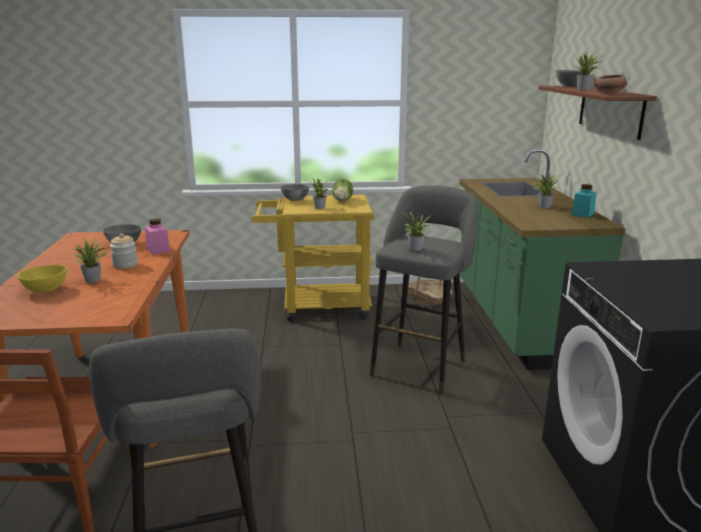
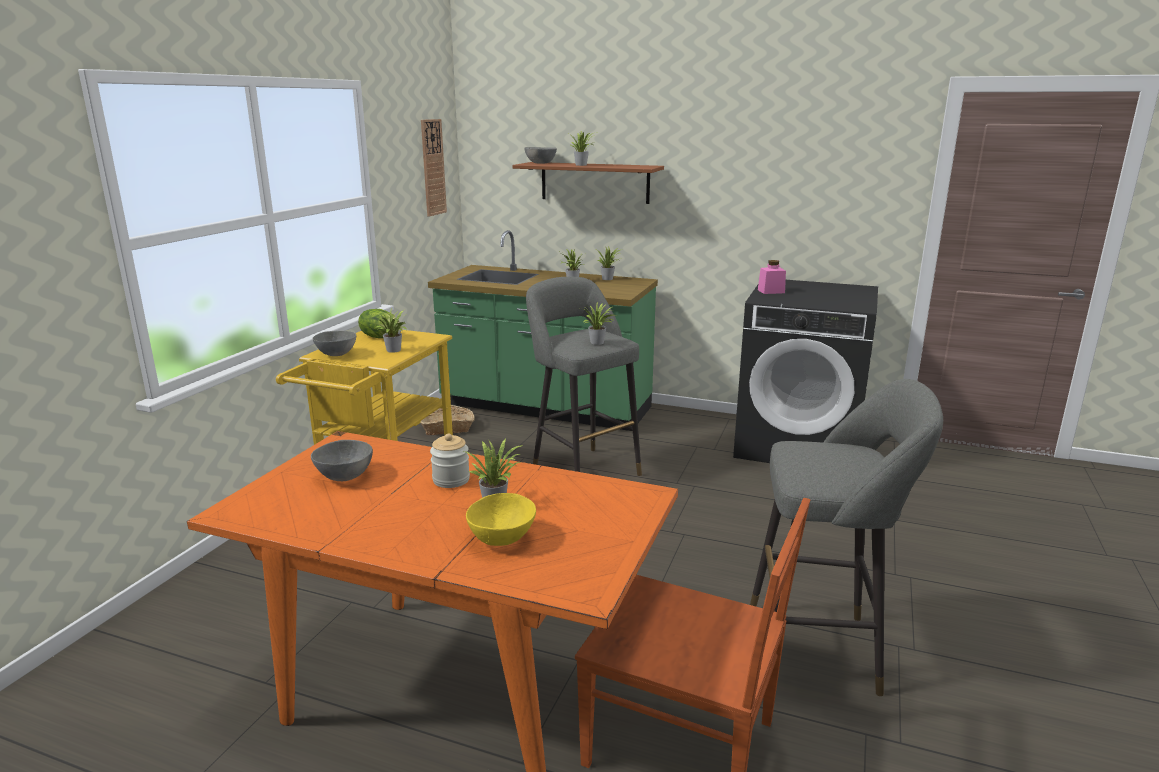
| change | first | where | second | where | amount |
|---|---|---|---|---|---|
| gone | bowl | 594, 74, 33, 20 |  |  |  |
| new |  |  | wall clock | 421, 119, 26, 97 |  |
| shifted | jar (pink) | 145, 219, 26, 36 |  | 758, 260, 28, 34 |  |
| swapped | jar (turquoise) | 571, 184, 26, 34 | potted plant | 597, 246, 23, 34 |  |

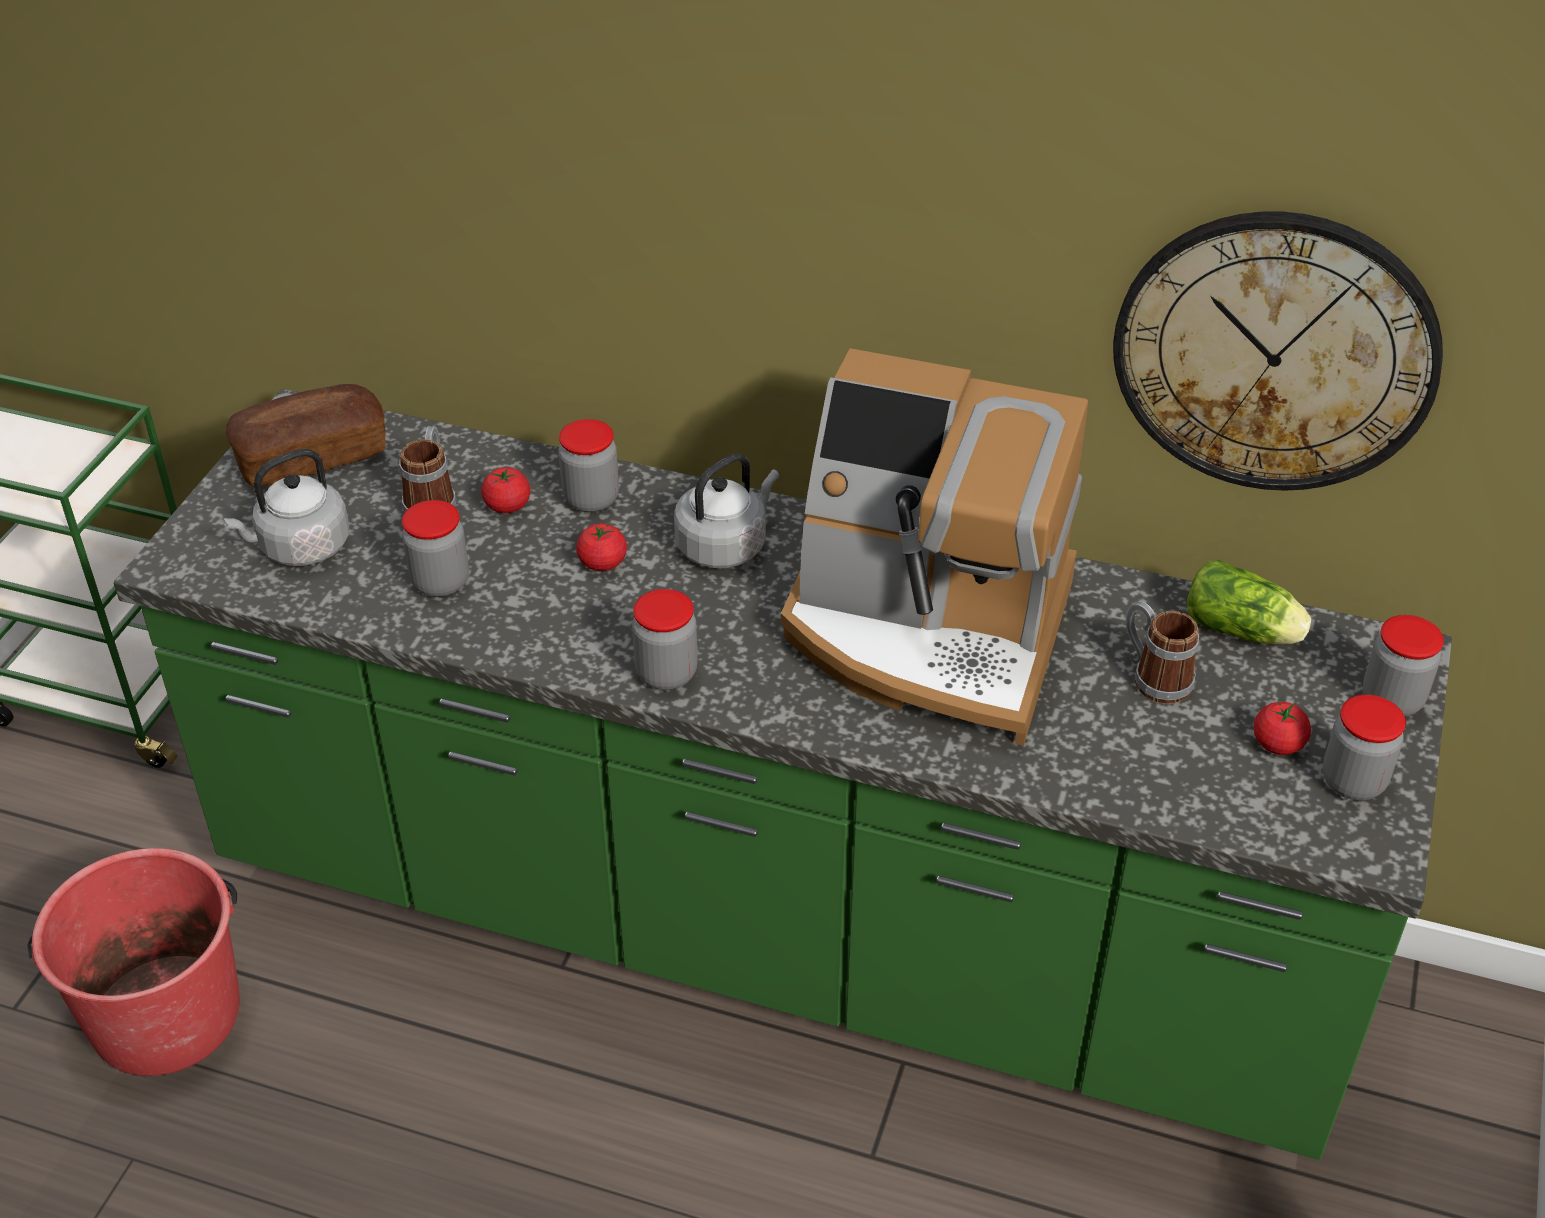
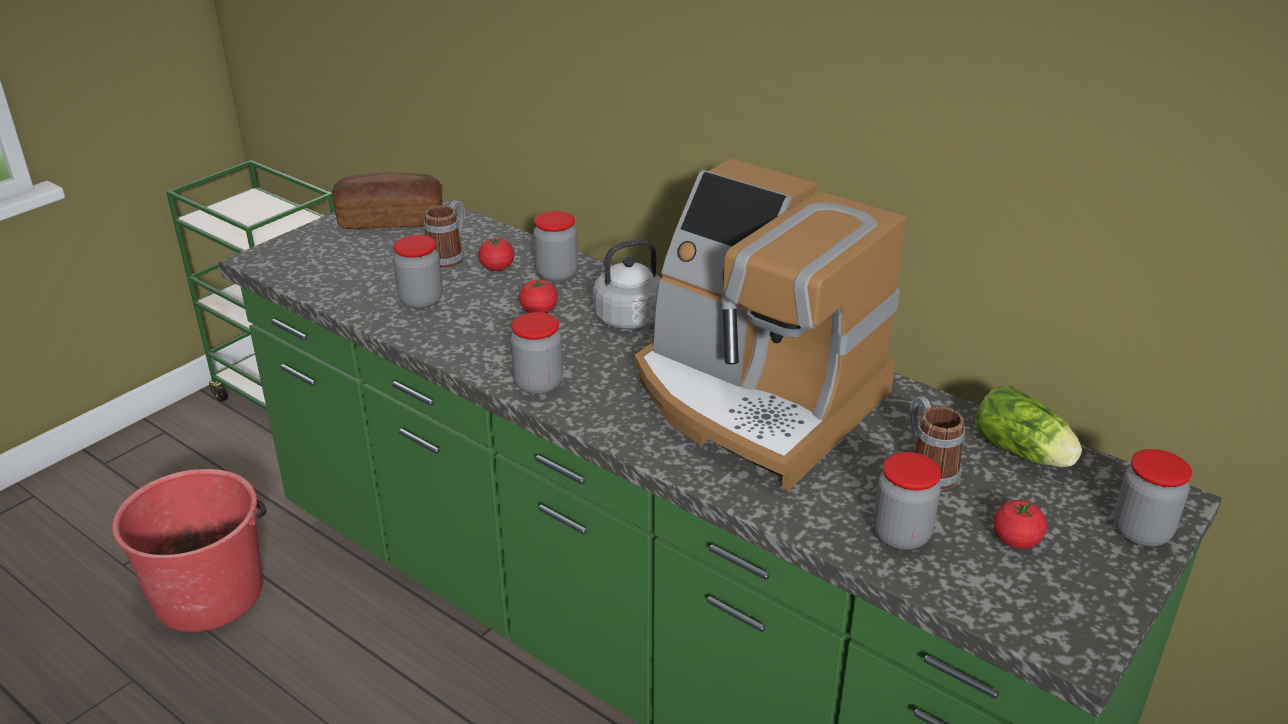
| change | first | where | second | where | amount |
|---|---|---|---|---|---|
| gone | kettle (grey) | 222, 449, 127, 117 |  |  |  |
| gone | wall clock | 1113, 212, 330, 279 |  |  |  |
| shifted | jar | 1323, 694, 83, 106 |  | 873, 452, 68, 98 |  |

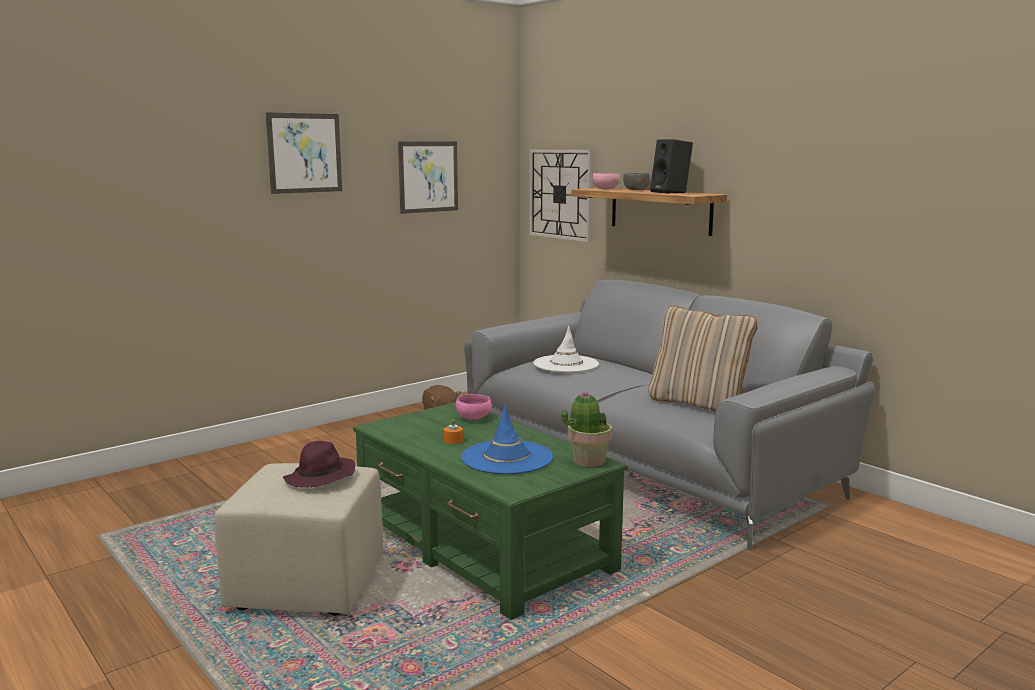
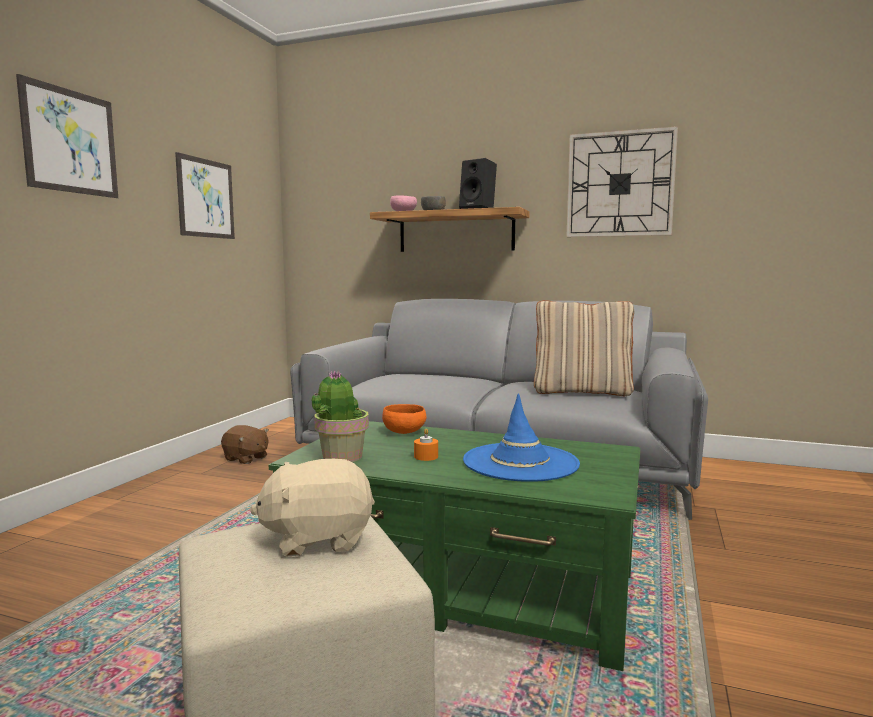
| change | first | where | second | where | amount |
|---|---|---|---|---|---|
| gone | hat (white) | 533, 326, 66, 46 |  |  |  |
| shifted | wall clock | 529, 149, 64, 93 |  | 567, 126, 111, 111 |  |
| shifted | potted plant | 561, 391, 51, 76 |  | 312, 370, 57, 92 |  |
| swapped | hat (purple) | 283, 441, 72, 47 | plush toy (beige) | 250, 459, 125, 98 |  |
| repainted | bowl (pink) | 456, 394, 36, 26 | bowl (orange) | 382, 404, 45, 30 |  |

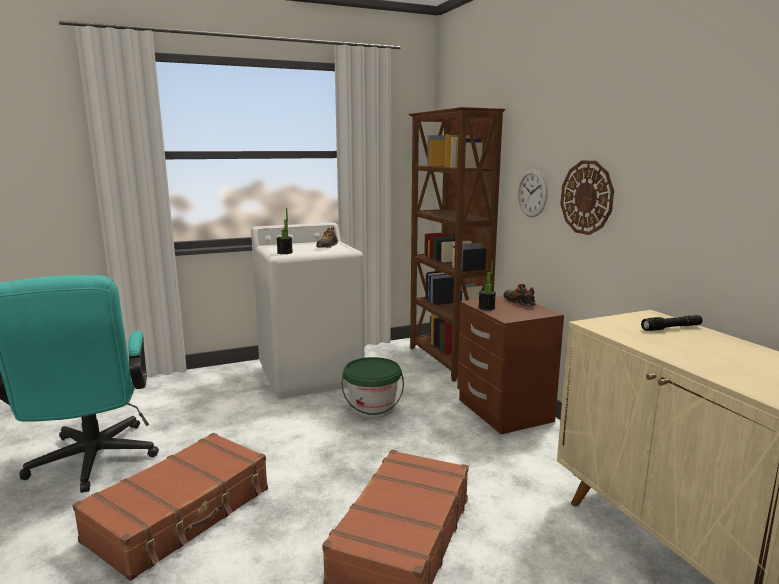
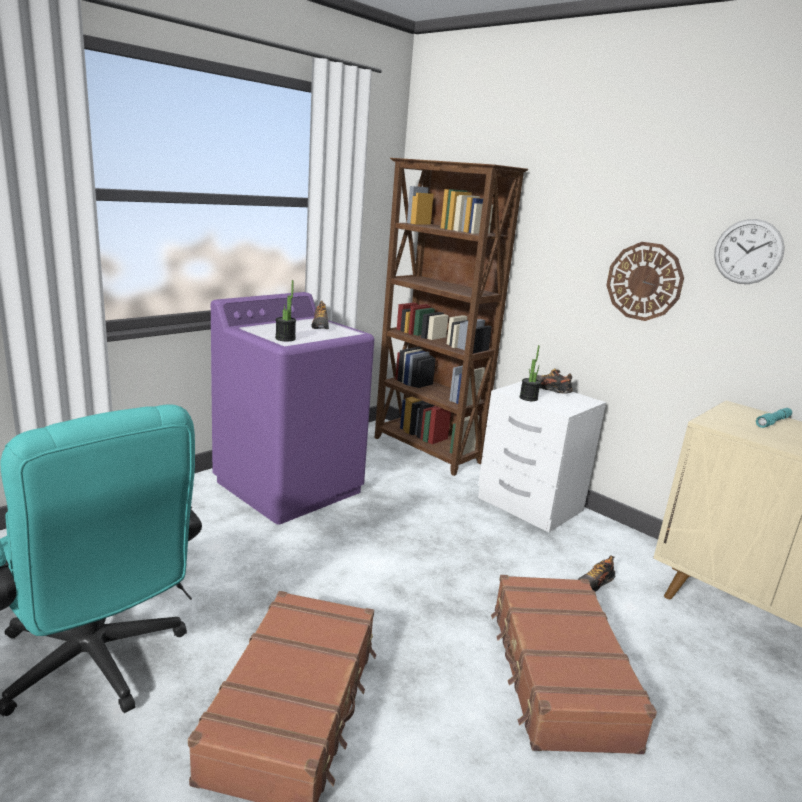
| change | first | where | second | where | amount |
|---|---|---|---|---|---|
| gone | bucket (green) | 342, 357, 62, 61 |  |  |  |
| new |  |  | shoe | 578, 556, 37, 36 |  |
| shifted | wall clock | 518, 169, 30, 48 |  | 714, 219, 71, 65 |  |
| repainted | washing machine (white) | 251, 222, 113, 177 | washing machine (purple) | 211, 292, 163, 233 |  |
| repainted | nightstand (brown) | 457, 296, 107, 138 | nightstand (white) | 478, 381, 128, 151 |  |
| repainted | flashlight (black) | 641, 315, 62, 16 | flashlight (turquoise) | 756, 408, 36, 20 |  |

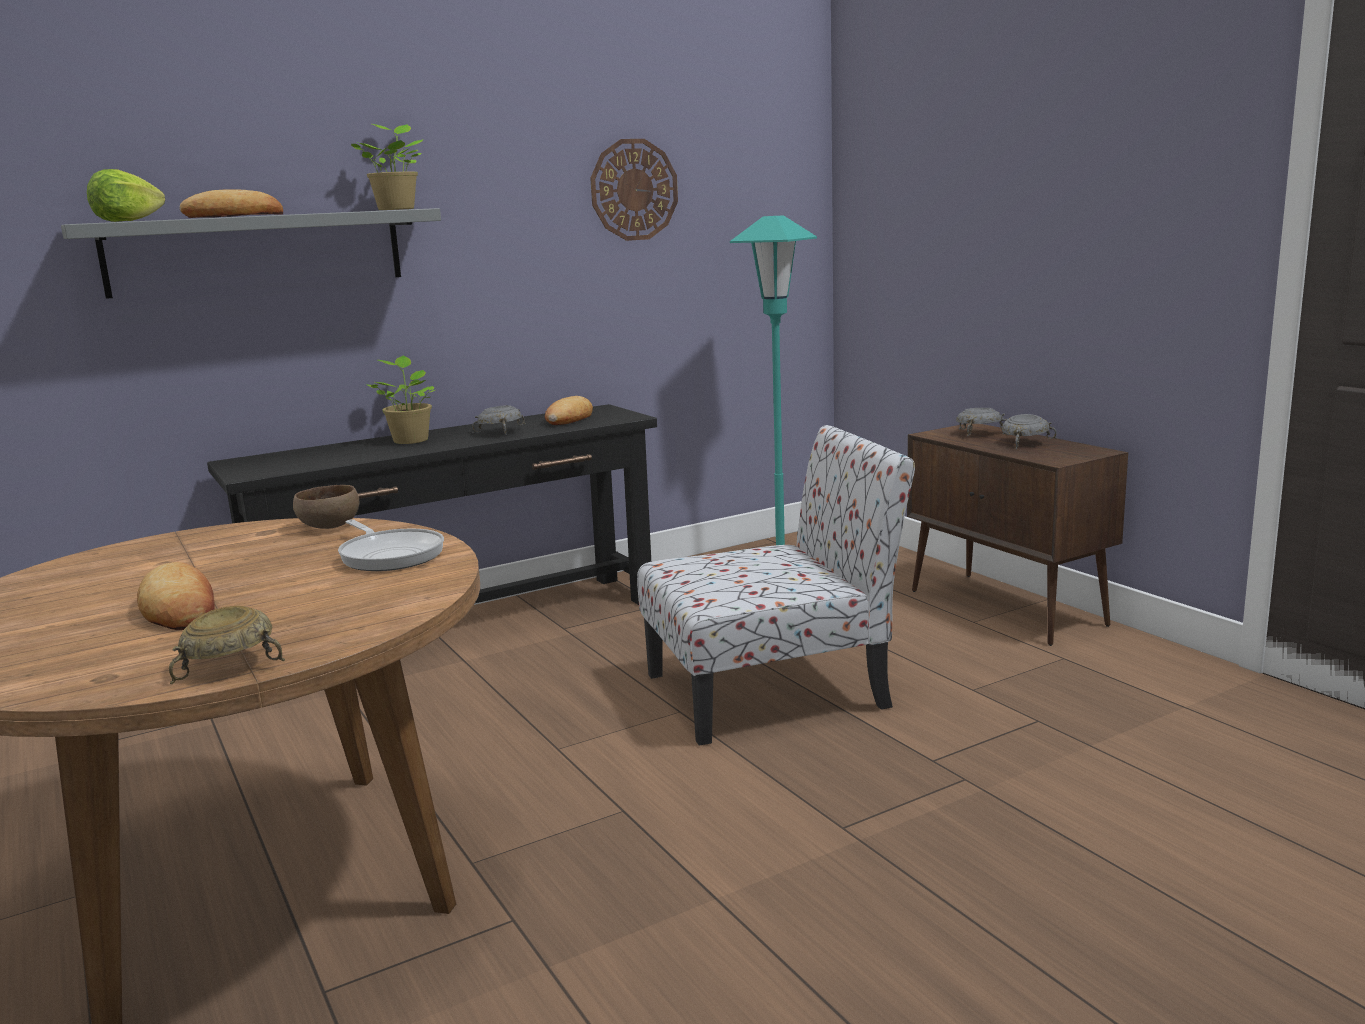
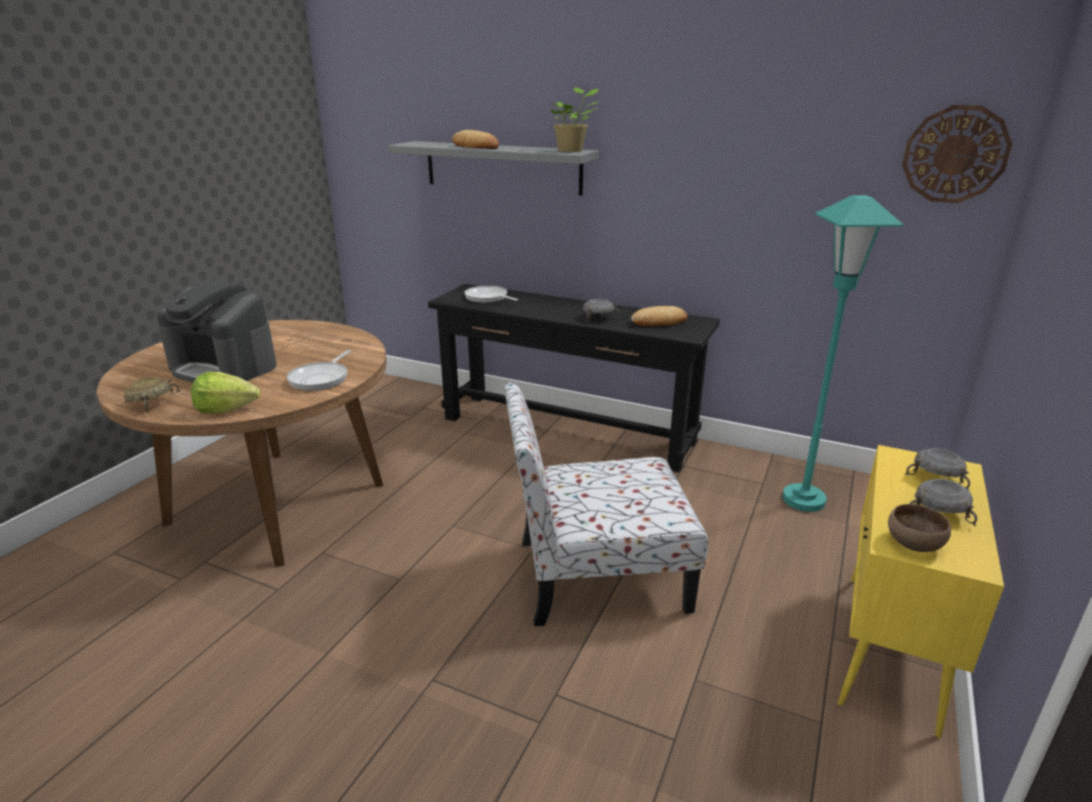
| change | first | where | second | where | amount |
|---|---|---|---|---|---|
| gone | potted plant | 366, 356, 69, 88 |  |  |  |
| new |  |  | frying pan | 464, 286, 54, 17 |  |
| shifted | lettuce | 87, 169, 78, 53 |  | 191, 372, 69, 41 |  |
| shifted | bowl (brown) | 293, 485, 66, 44 |  | 888, 504, 63, 48 |  |
| shifted | wall clock | 590, 139, 88, 102 |  | 902, 105, 110, 98 |  |
| swapped | bread | 137, 562, 78, 68 | coffee machine | 157, 280, 119, 102 |  |
| repainted | cabinet (brown) | 907, 424, 221, 222 | cabinet (yellow) | 837, 445, 167, 293 |  |
| rotated | chair | 637, 425, 278, 321 |  | 504, 382, 204, 244 | 135 degrees clockwise |

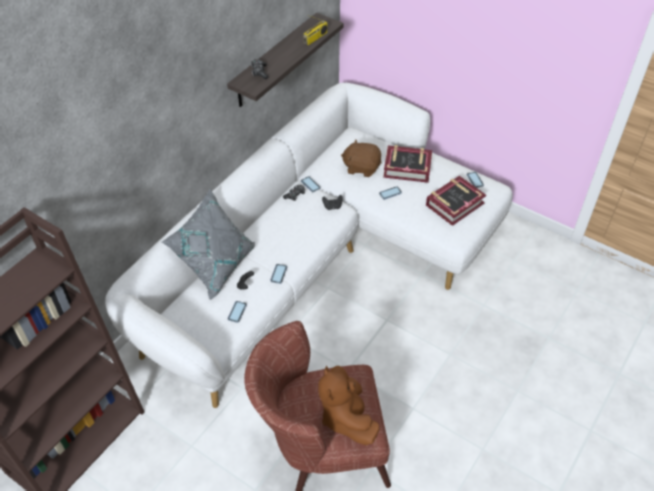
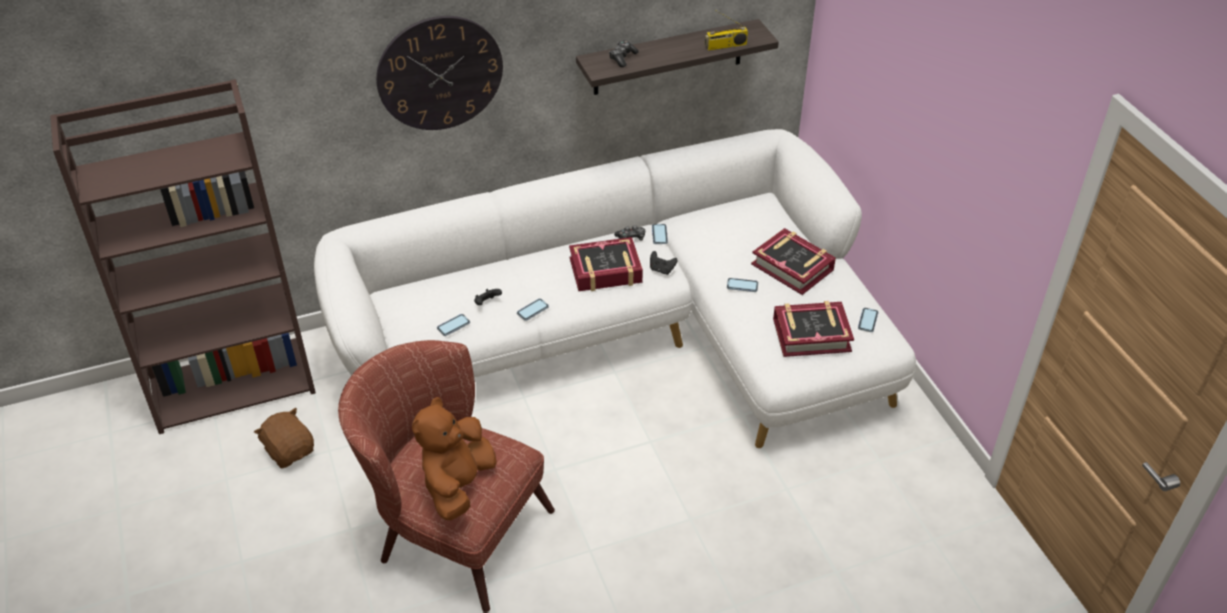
| change | first | where | second | where | amount |
|---|---|---|---|---|---|
| gone | pillow (grey) | 162, 188, 93, 112 |  |  |  |
| new |  |  | wall clock | 376, 16, 127, 114 |  |
| new |  |  | book | 569, 237, 74, 54 |  |
| shifted | plush toy (brown) | 341, 139, 41, 38 |  | 254, 408, 60, 60 |  |

